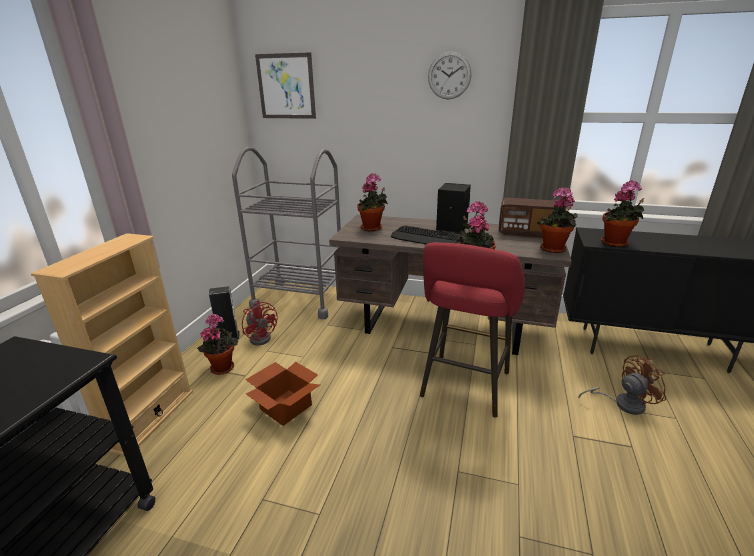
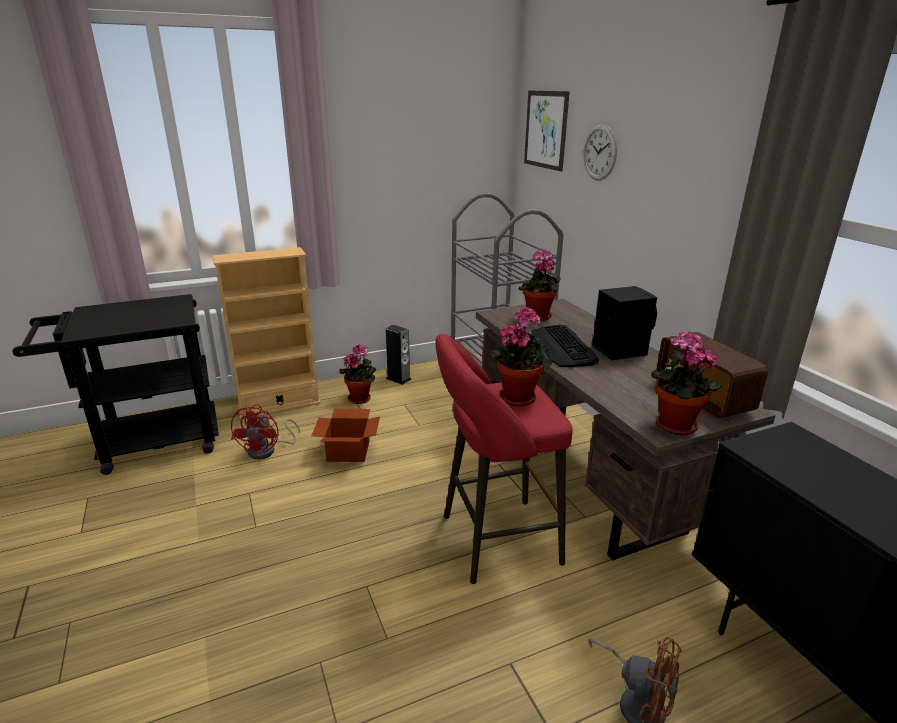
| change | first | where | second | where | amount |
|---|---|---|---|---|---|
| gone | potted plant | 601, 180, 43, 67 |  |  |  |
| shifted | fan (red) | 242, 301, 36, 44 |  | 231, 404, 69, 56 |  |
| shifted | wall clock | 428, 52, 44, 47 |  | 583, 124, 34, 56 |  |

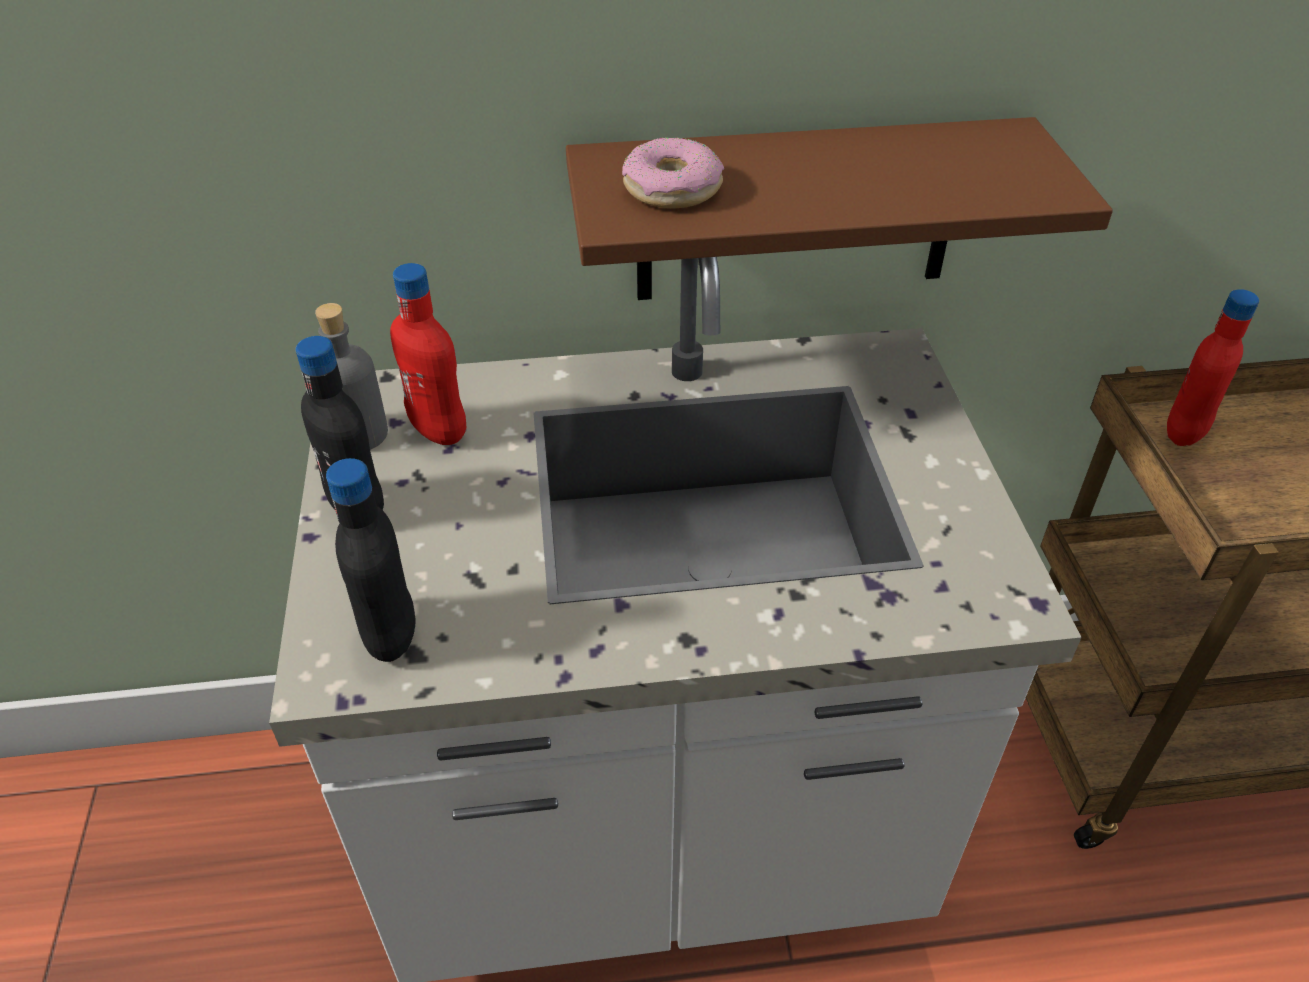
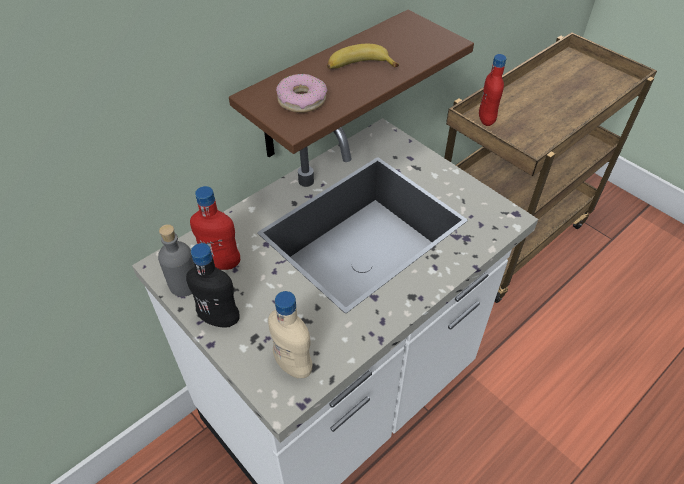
| change | first | where | second | where | amount |
|---|---|---|---|---|---|
| new |  |  | banana | 327, 44, 72, 25 |  |
| repainted | bottle (black) | 326, 458, 89, 204 | bottle (beige) | 268, 291, 44, 87 |  |

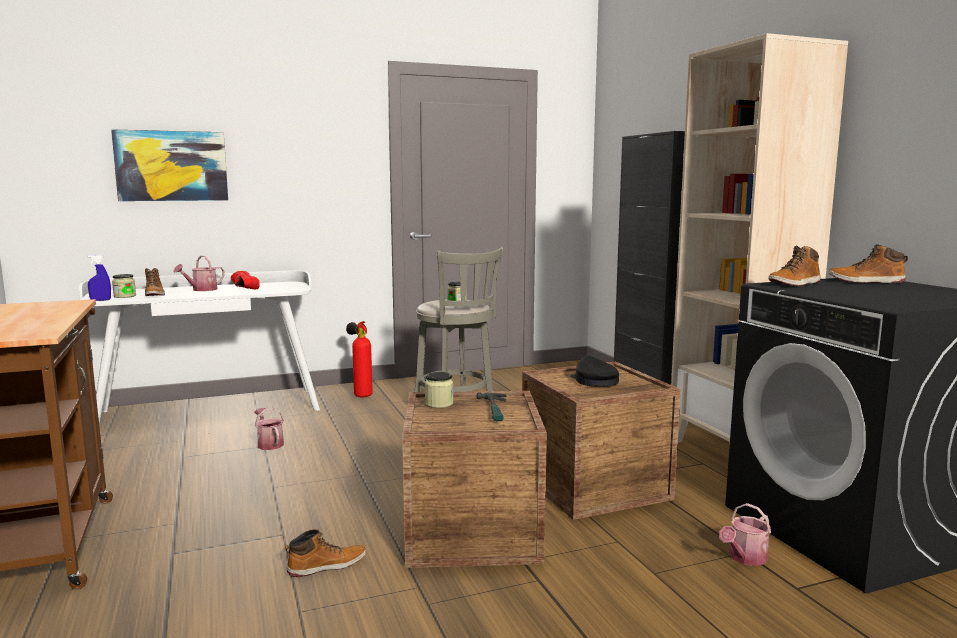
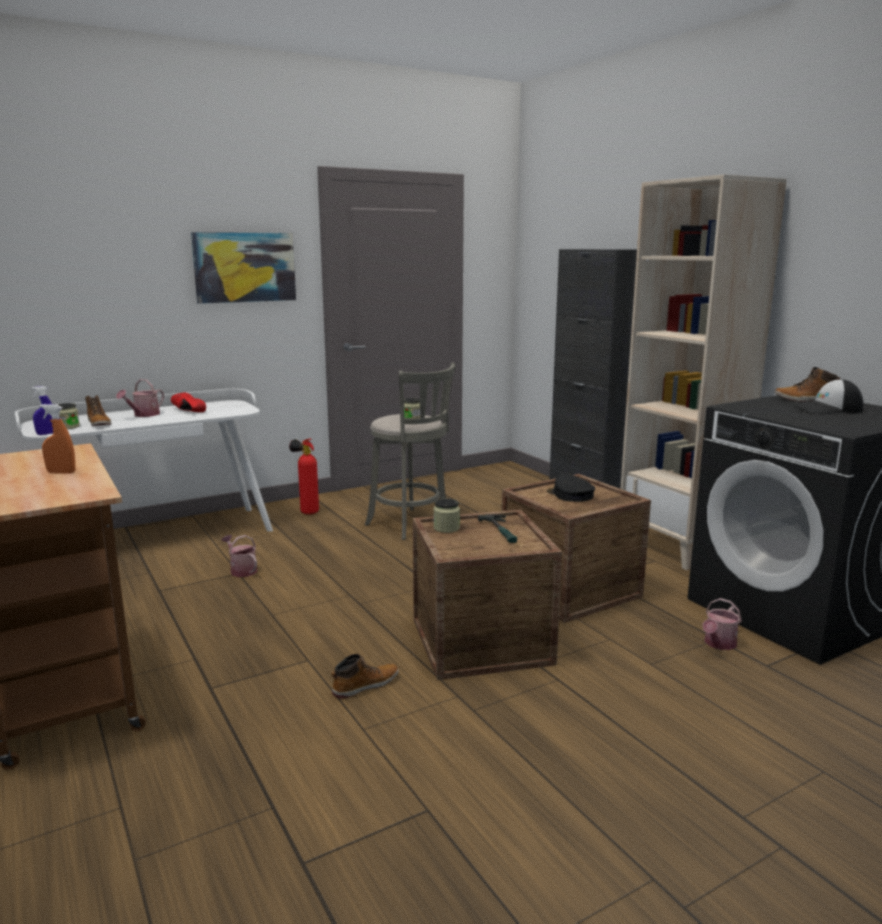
| change | first | where | second | where | amount |
|---|---|---|---|---|---|
| gone | boot | 768, 245, 53, 41 |  |  |  |
| new |  |  | spray bottle (orange) | 39, 404, 36, 70 |  |
| new |  |  | cap | 793, 379, 70, 35 |  |
| shifted | picture | 111, 129, 117, 72 |  | 191, 232, 105, 72 |  |

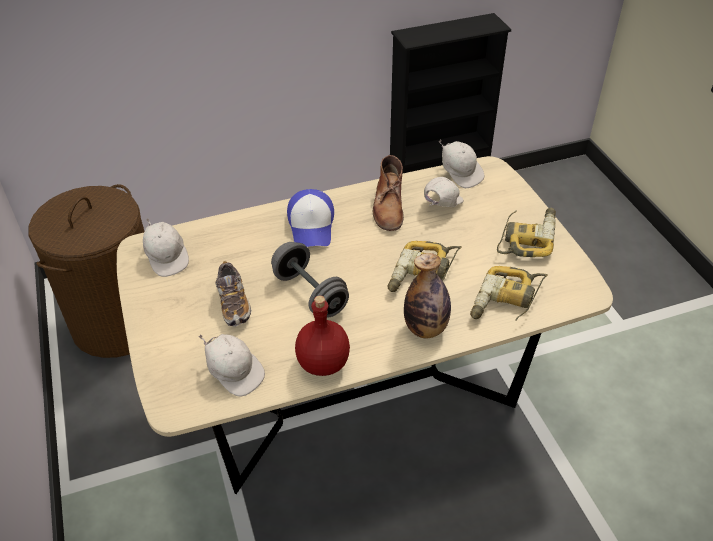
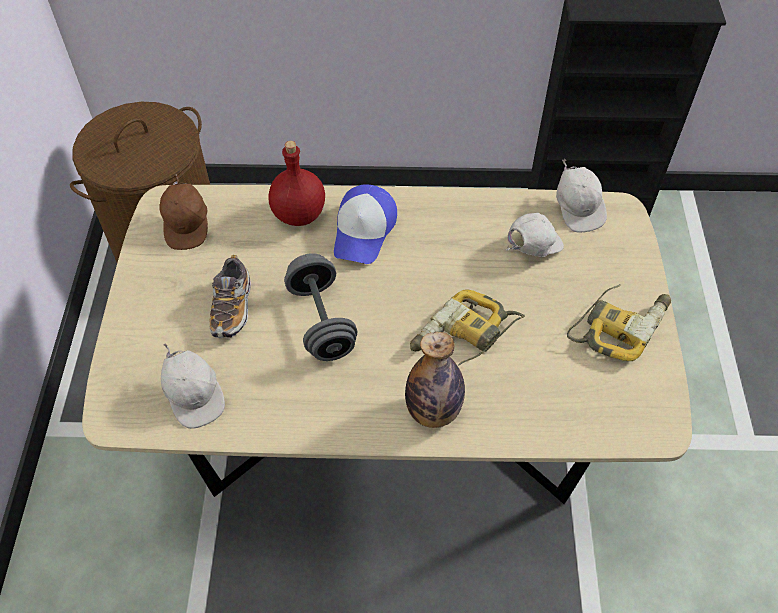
| change | first | where | second | where | amount |
|---|---|---|---|---|---|
| gone | boot (brown) | 373, 155, 31, 76 |  |  |  |
| gone | power drill | 470, 266, 78, 55 |  |  |  |
| shifted | bottle (red) | 295, 296, 55, 80 |  | 268, 141, 57, 85 |  |
| repainted | cap (white) | 143, 218, 46, 59 | cap (brown) | 159, 174, 49, 76 |  |

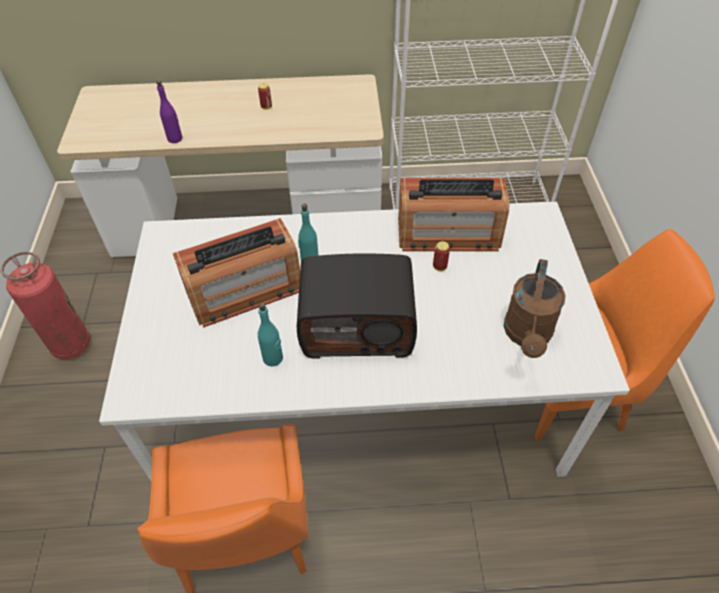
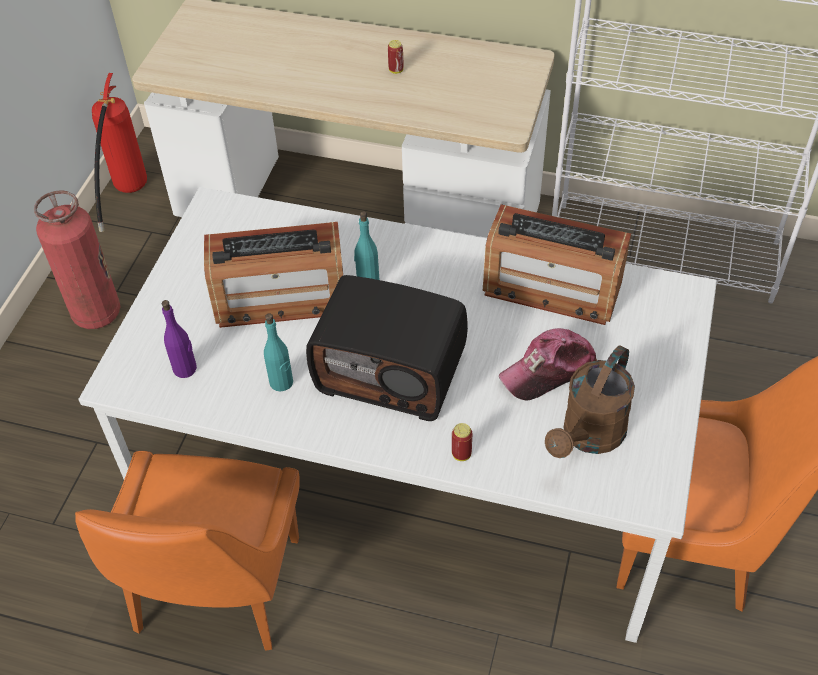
| change | first | where | second | where | amount |
|---|---|---|---|---|---|
| new |  |  | fire extinguisher | 92, 73, 55, 159 |  |
| new |  |  | cap | 499, 328, 98, 73 |  |
| shifted | bottle (purple) | 156, 80, 26, 63 |  | 162, 300, 35, 78 |  |
| shifted | can | 433, 241, 17, 30 |  | 452, 423, 20, 38 |  |

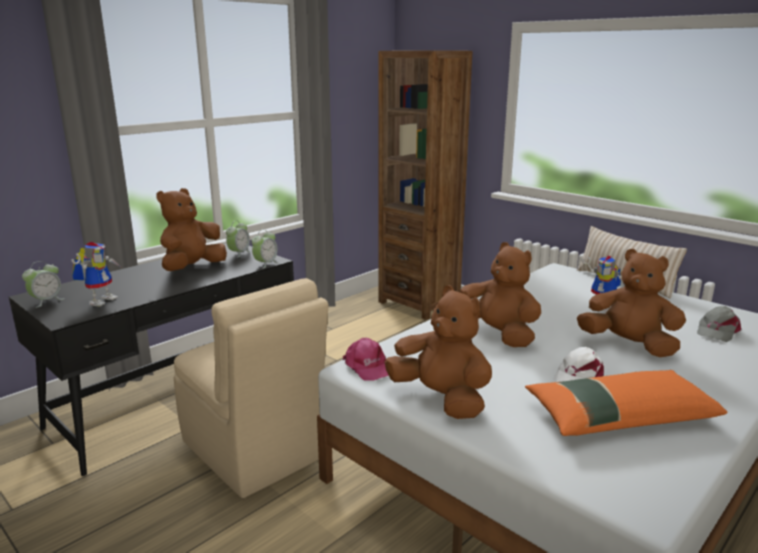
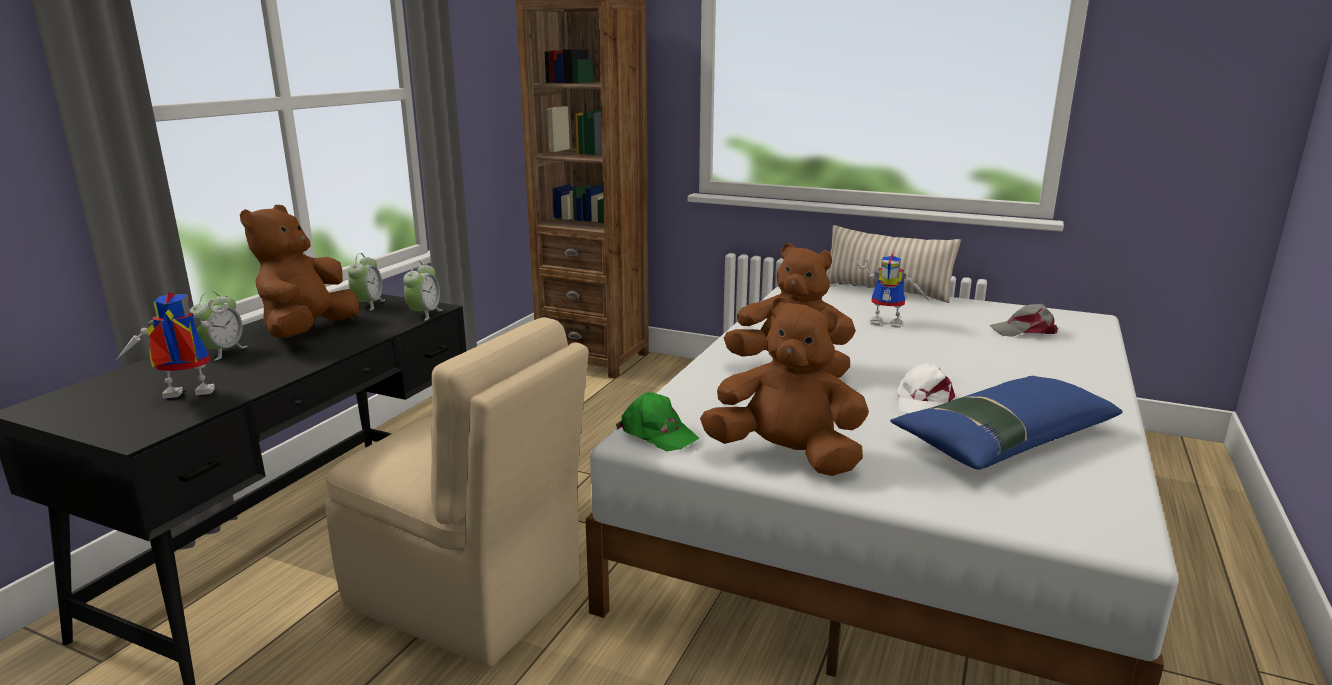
| change | first | where | second | where | amount |
|---|---|---|---|---|---|
| gone | plush toy (brown) | 577, 249, 109, 108 |  |  |  |
| shifted | alarm clock | 22, 261, 42, 47 |  | 190, 291, 58, 70 |  |
| repainted | cap (pink) | 343, 338, 46, 43 | cap (green) | 616, 392, 84, 59 |  |
| repainted | pillow (orange) | 525, 370, 202, 66 | pillow (blue) | 890, 376, 232, 94 |  |
| rotated | toy robot | 71, 242, 51, 65 |  | 115, 292, 113, 107 | 105 degrees counterclockwise |
| rotated | cap (grey) | 697, 306, 44, 36 |  | 990, 304, 68, 33 | 75 degrees clockwise |

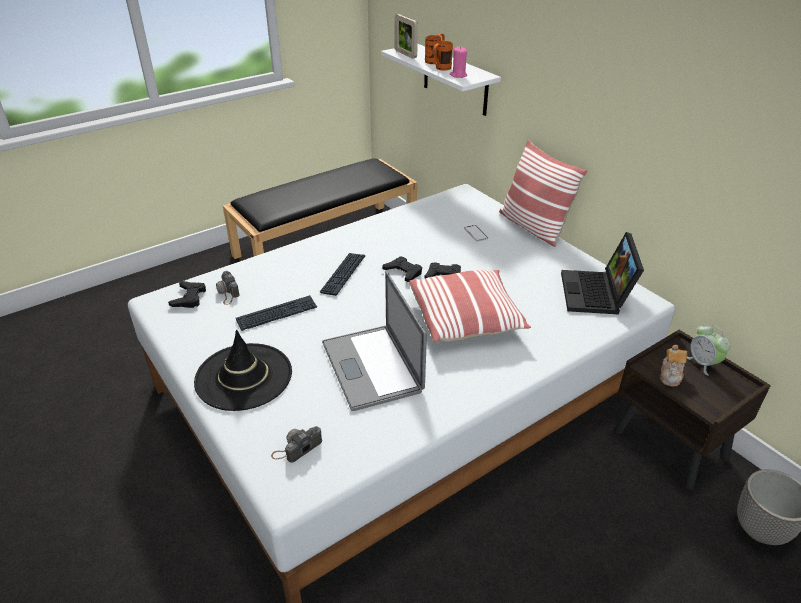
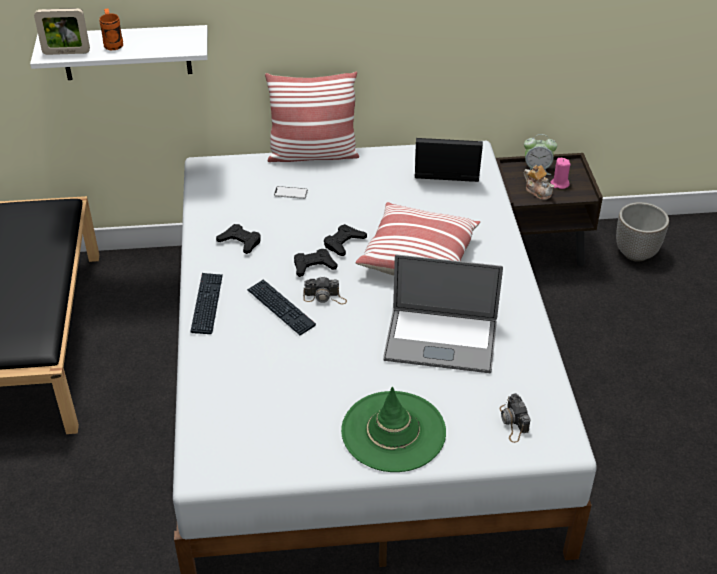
| change | first | where | second | where | amount |
|---|---|---|---|---|---|
| gone | mug (orange) | 433, 41, 20, 30 |  |  |  |
| shifted | game controller (black) | 168, 281, 38, 27 |  | 216, 224, 44, 30 |  |
| shifted | photo camera | 216, 271, 24, 34 |  | 303, 276, 44, 28 |  |
| shifted | keyboard | 236, 295, 81, 36 |  | 190, 273, 33, 61 |  |
| shifted | candle (pink) | 450, 46, 17, 32 |  | 550, 158, 21, 31 |  |
| repainted | hat (black) | 194, 330, 98, 81 | hat (green) | 341, 387, 105, 85 |  |
| rotated | laptop | 561, 232, 83, 82 |  | 415, 138, 68, 44 | 150 degrees clockwise |

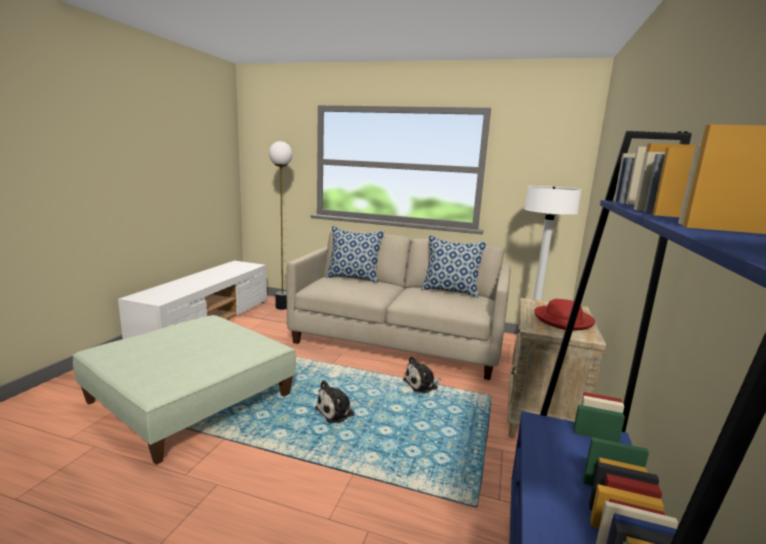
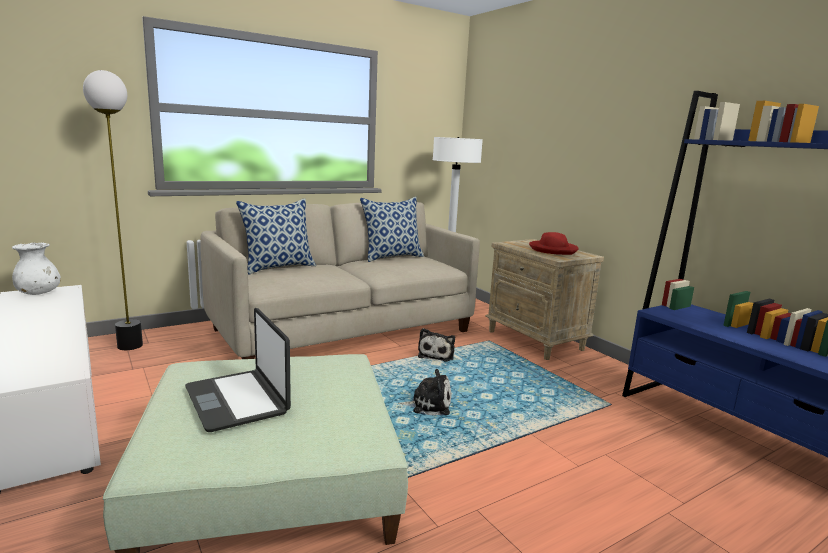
| change | first | where | second | where | amount |
|---|---|---|---|---|---|
| new |  |  | vase (white) | 12, 242, 49, 53 |  |
| new |  |  | laptop | 185, 308, 106, 124 |  |
| rotated | plush toy | 315, 380, 42, 43 |  | 398, 369, 53, 47 | 90 degrees counterclockwise |

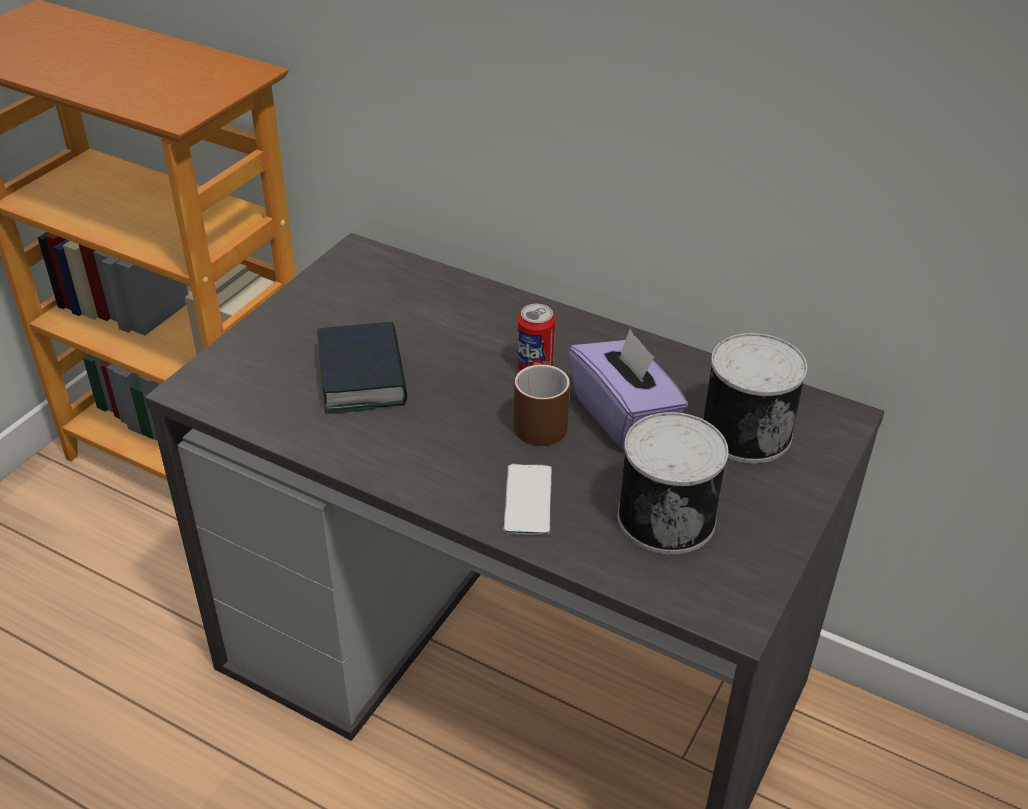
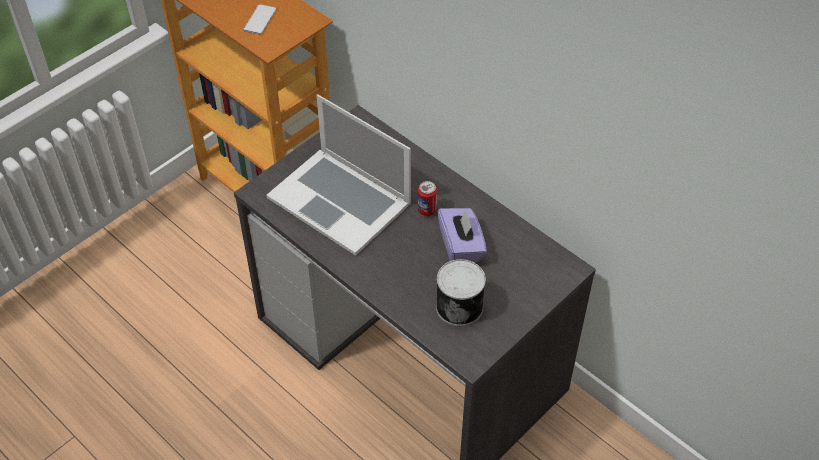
| change | first | where | second | where | amount |
|---|---|---|---|---|---|
| gone | mug (brown) | 514, 361, 56, 85 |  |  |  |
| gone | can | 702, 333, 106, 131 |  |  |  |
| shifted | phone | 504, 464, 48, 72 |  | 243, 4, 33, 30 |  |
| swapped | book | 318, 322, 89, 91 | laptop | 266, 94, 145, 162 |  |

